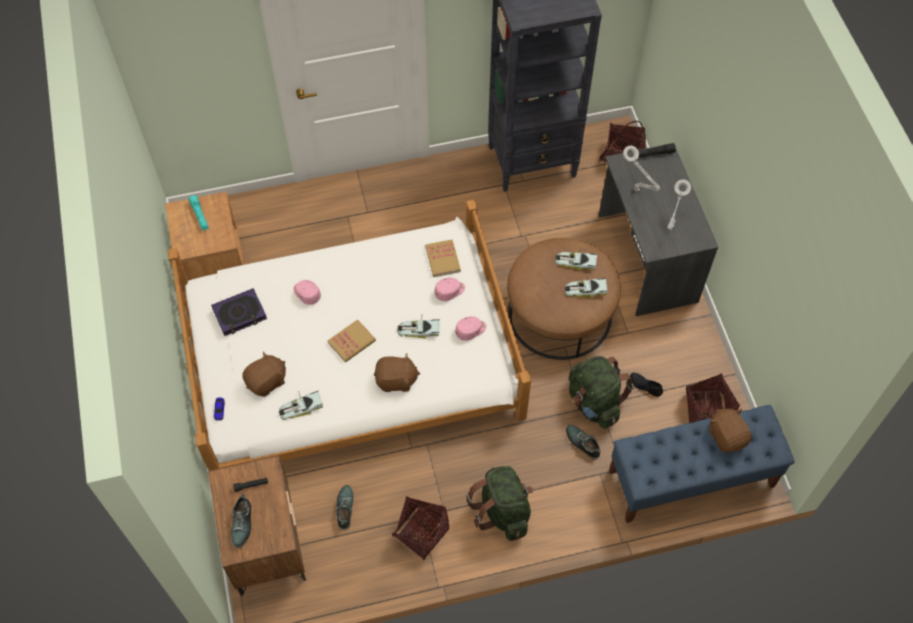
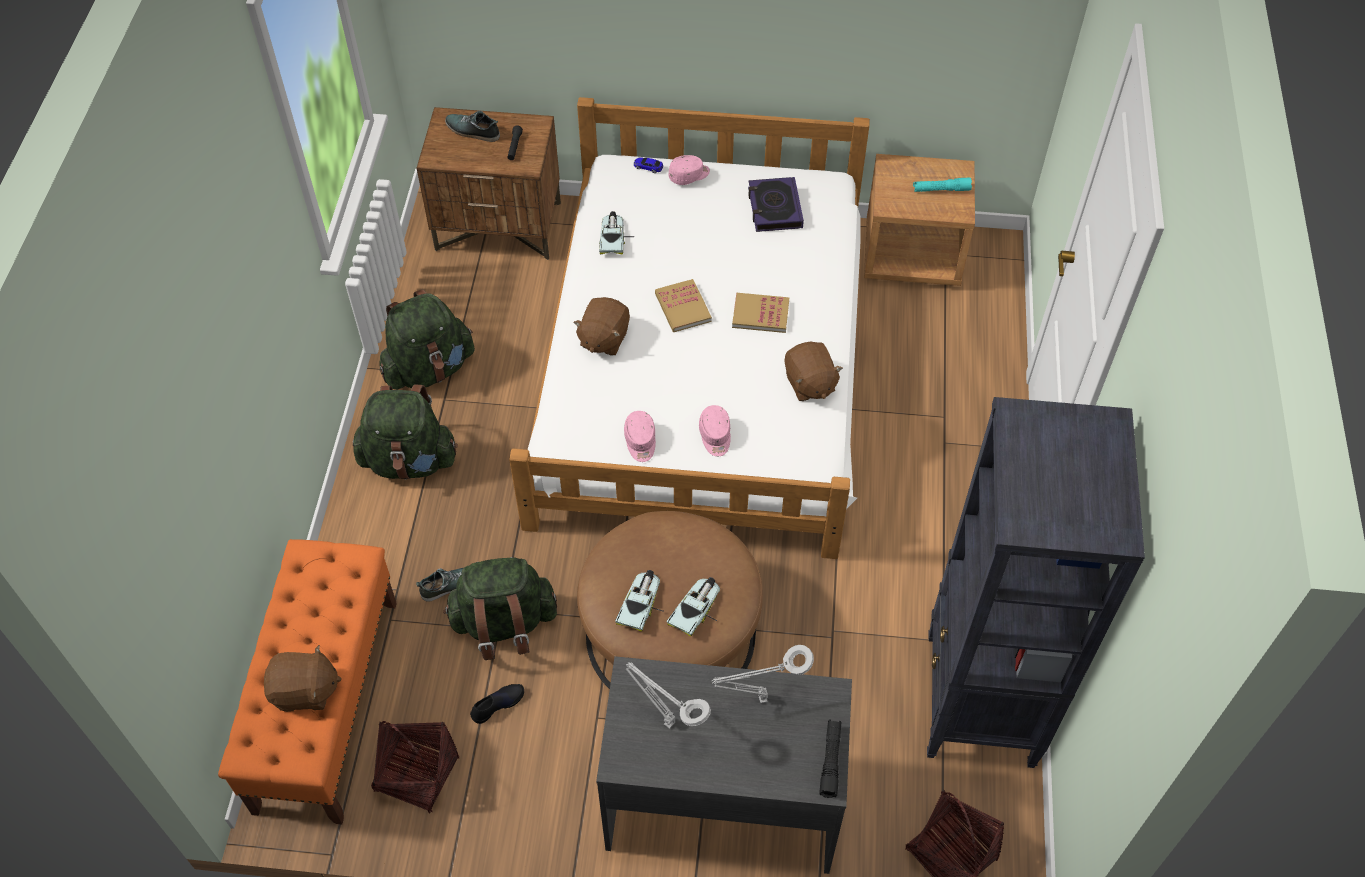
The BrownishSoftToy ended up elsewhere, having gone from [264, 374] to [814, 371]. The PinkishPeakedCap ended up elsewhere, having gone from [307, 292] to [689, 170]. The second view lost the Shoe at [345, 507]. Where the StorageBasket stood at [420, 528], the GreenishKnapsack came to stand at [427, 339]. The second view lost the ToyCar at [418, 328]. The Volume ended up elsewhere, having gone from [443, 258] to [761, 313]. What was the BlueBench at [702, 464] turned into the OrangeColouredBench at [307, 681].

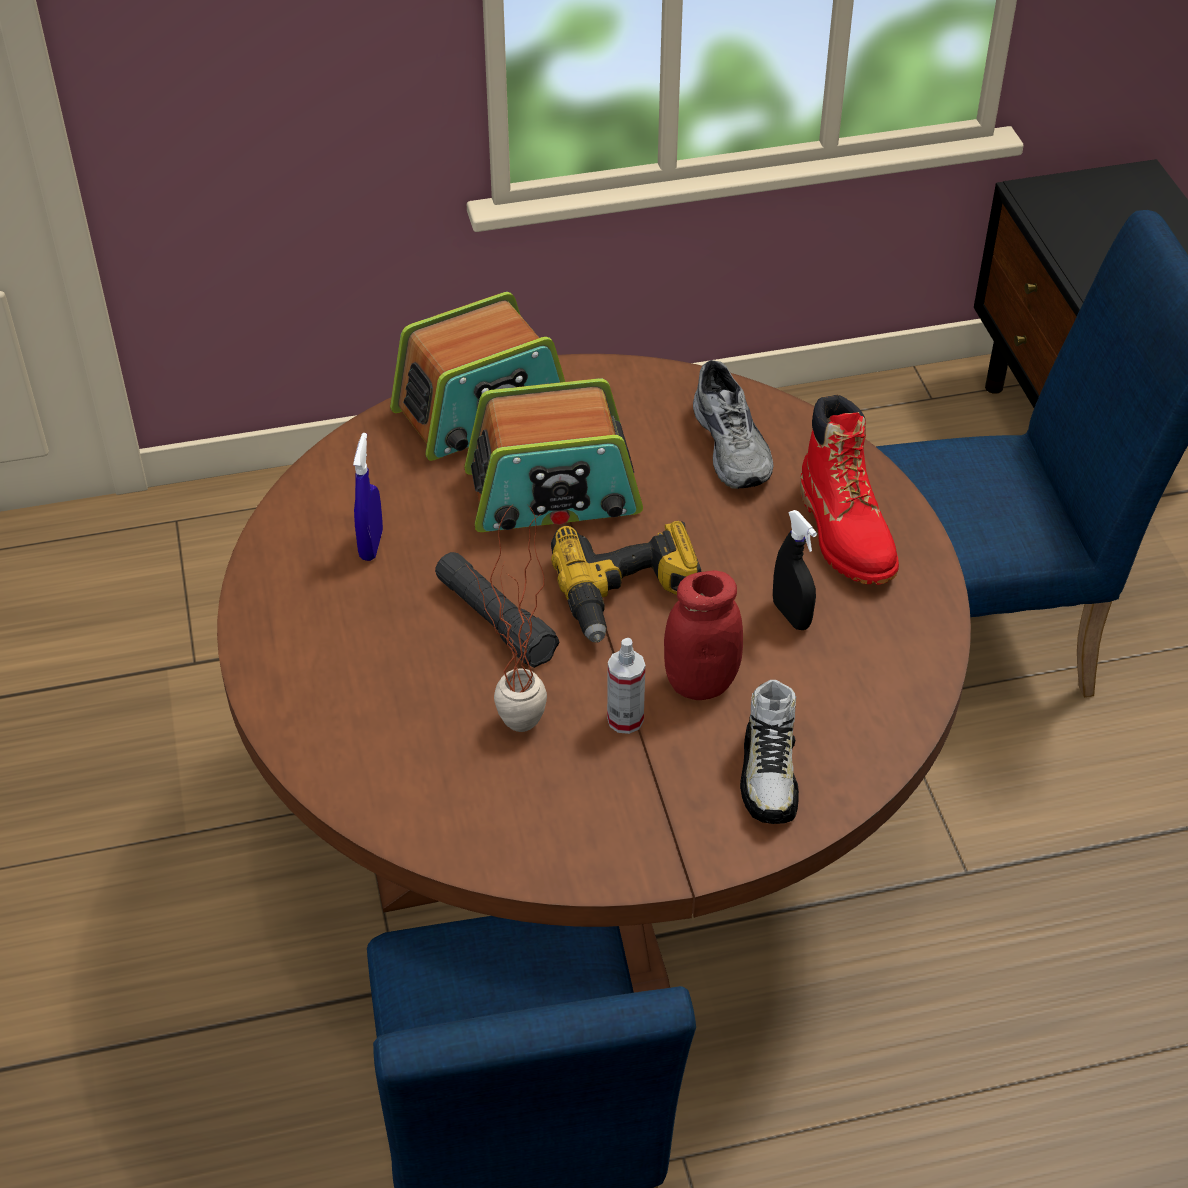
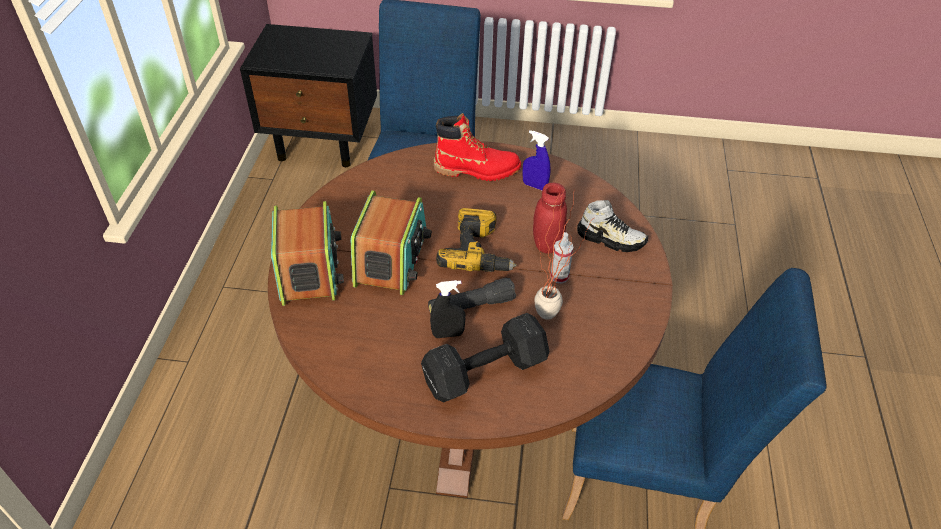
The BlueSprayer ended up elsewhere, having gone from [368, 497] to [537, 160]. The second view lost the GreyShoe at [733, 424]. The BlackishSprayer ended up elsewhere, having gone from [795, 570] to [448, 309]. The second view gained the BlackishHandWeight at [485, 357].

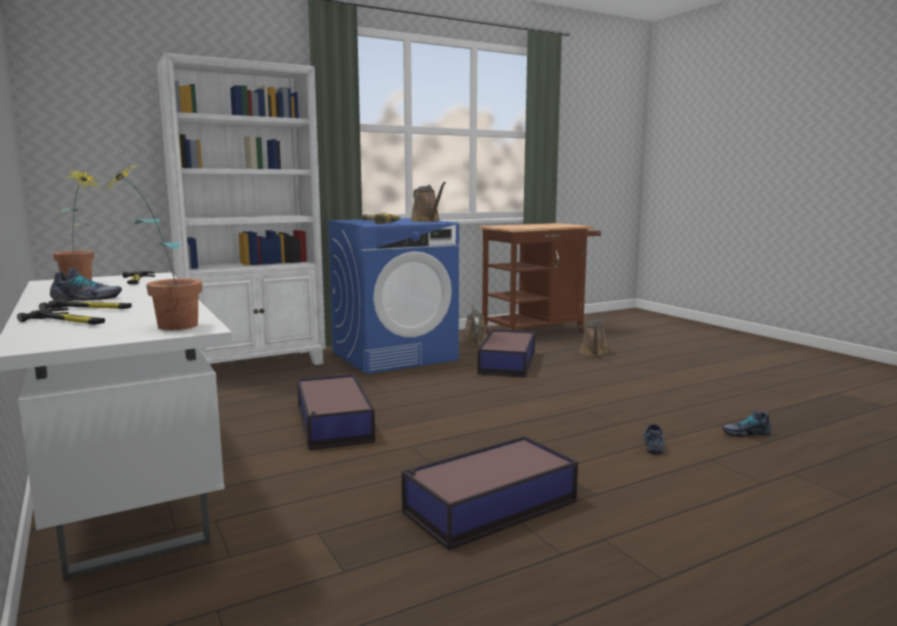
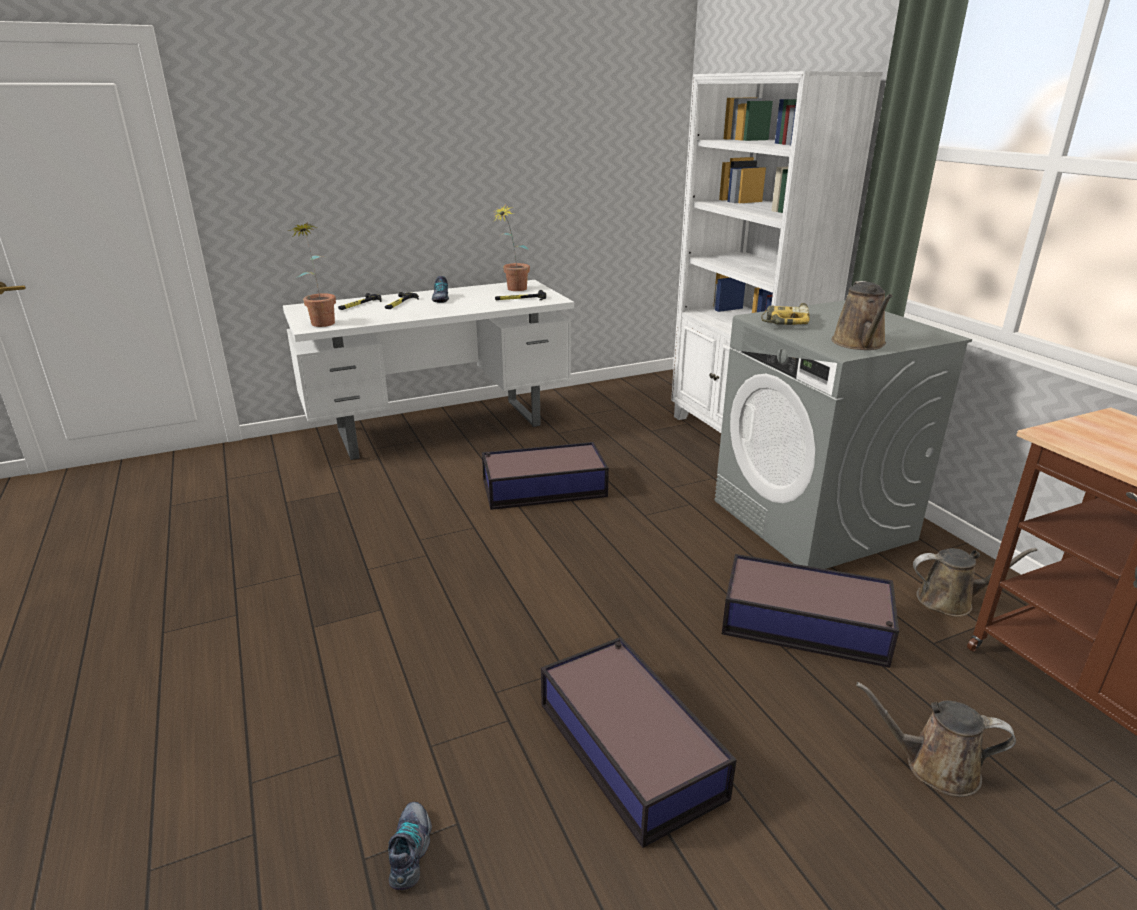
What was the BlueLaundryMachine at [393, 296] turned into the GreyLaundryMachine at [843, 434]. The StorageBox ended up elsewhere, having gone from [489, 493] to [639, 742]. The BrownishWateringPot at [428, 202] ended up facing another way, 60 degrees counterclockwise from before. The second view lost the Shoe at [654, 439].

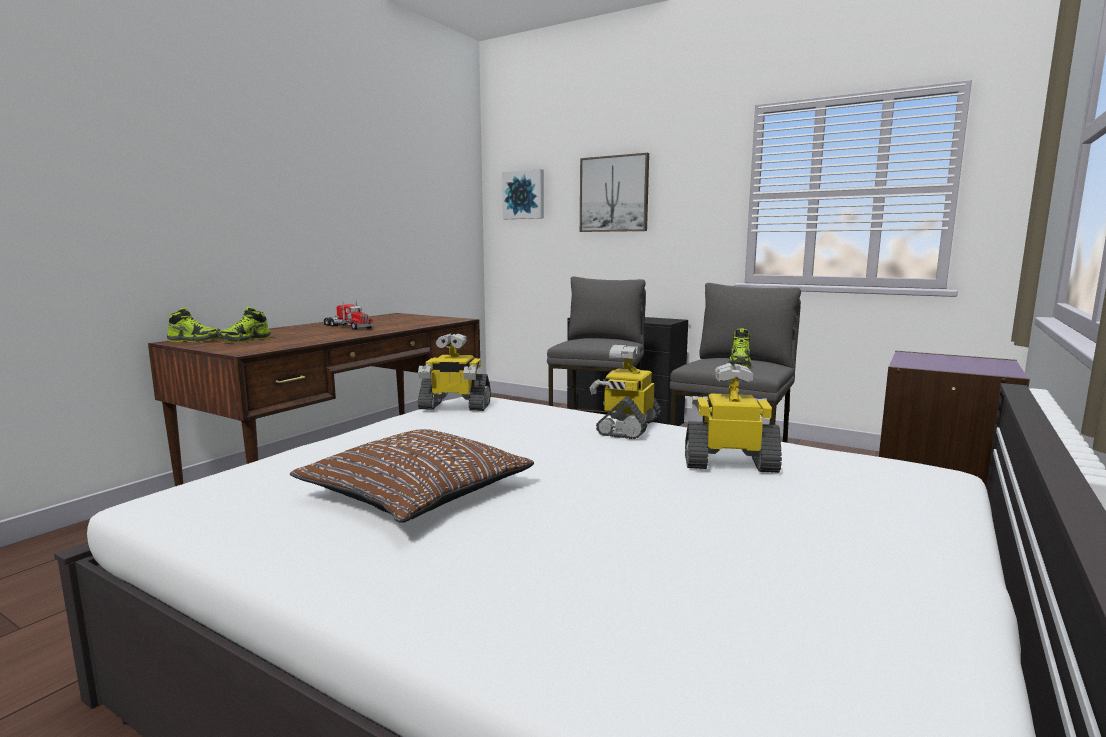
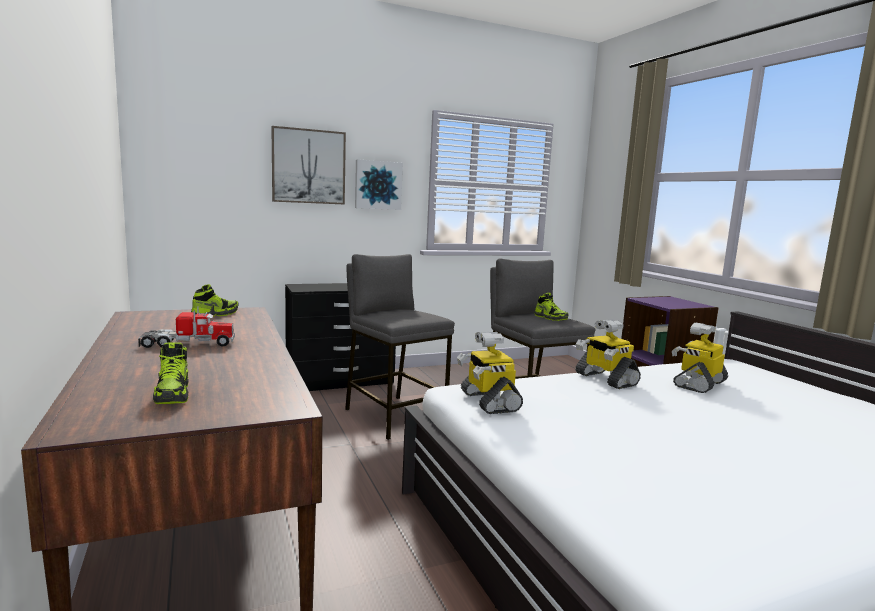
The Shoe ended up elsewhere, having gone from [193, 325] to [215, 300]. The second view lost the BrownishThrowPillow at [411, 476]. The RobotFigure at [454, 372] ended up facing another way, 120 degrees clockwise from before. The WallPicture ended up elsewhere, having gone from [523, 194] to [379, 184].

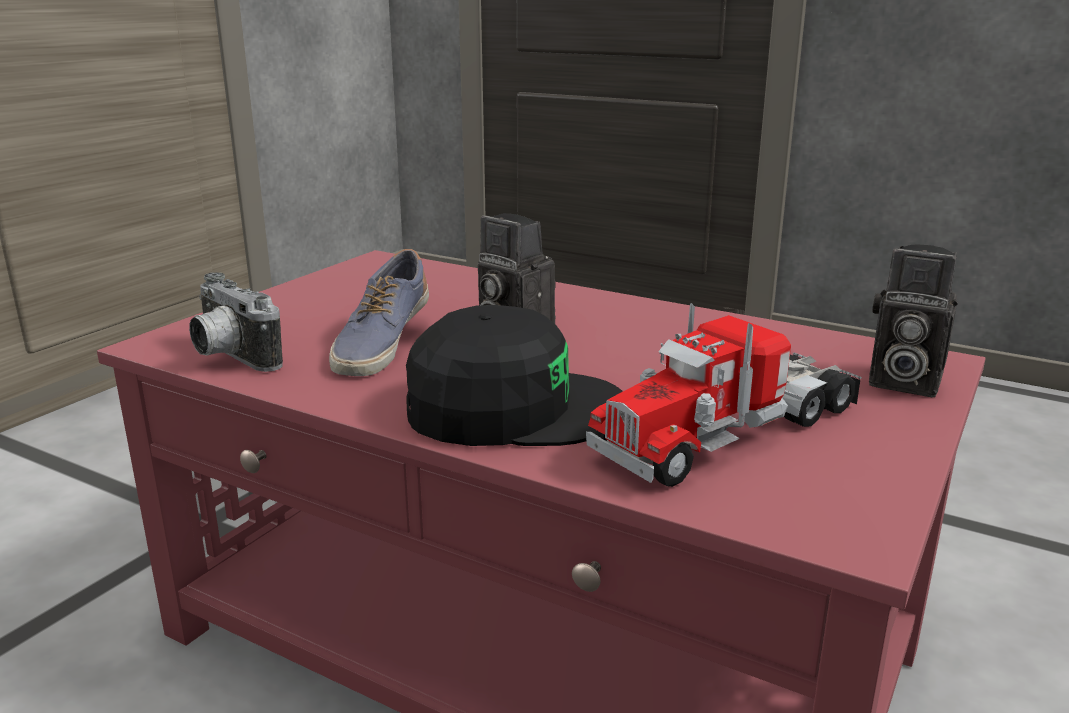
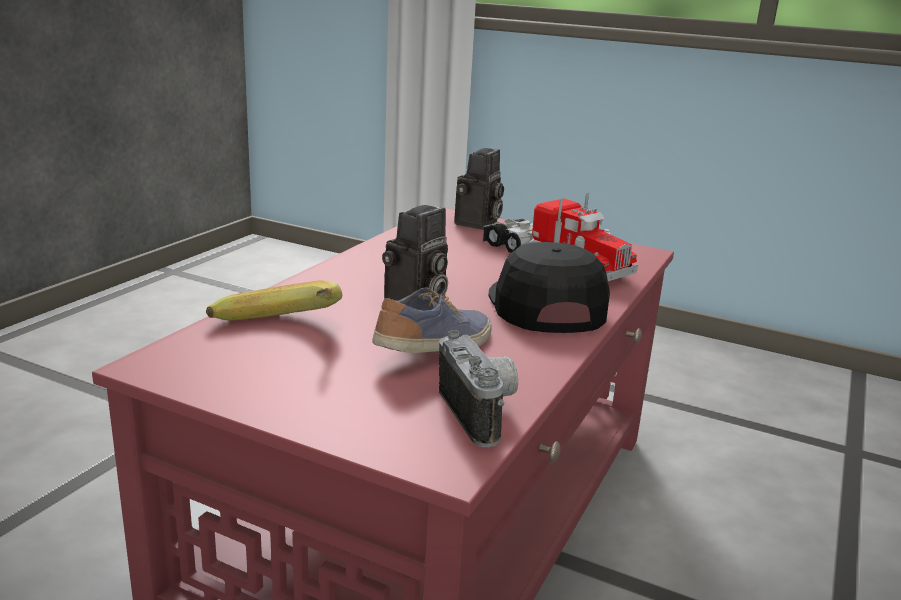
The PhotoCamera at [236, 322] ended up facing another way, 60 degrees counterclockwise from before. The Shoe at [379, 312] ended up facing another way, 60 degrees counterclockwise from before. The second view gained the Banana at [274, 300].

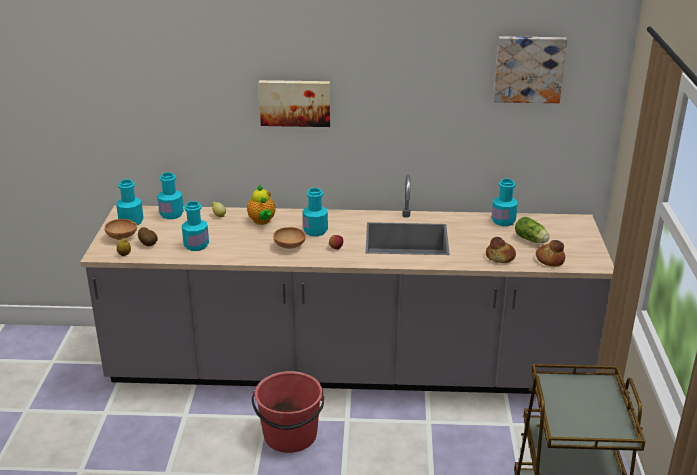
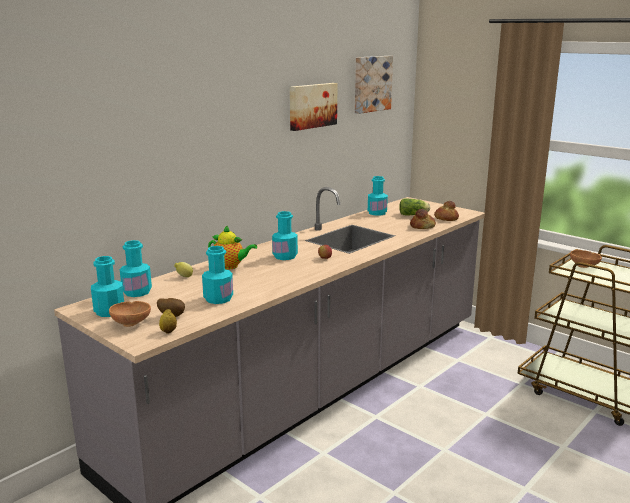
The second view lost the ReddishWaterBucket at [288, 412]. The WallPicture ended up elsewhere, having gone from [294, 103] to [314, 107]. The BrownishBowl ended up elsewhere, having gone from [289, 238] to [586, 259].

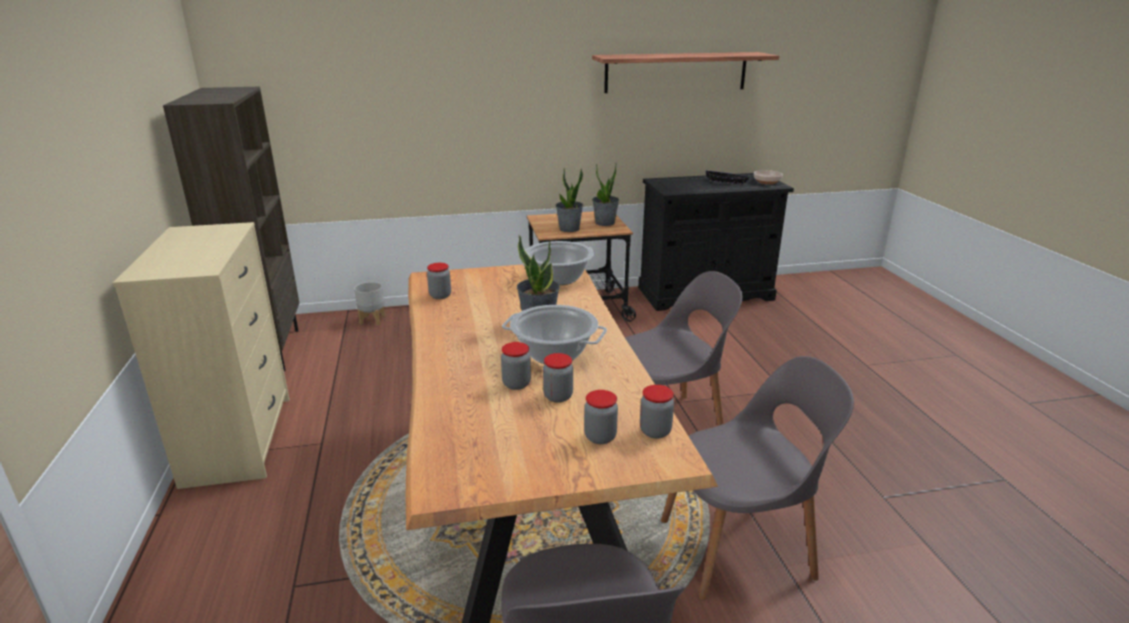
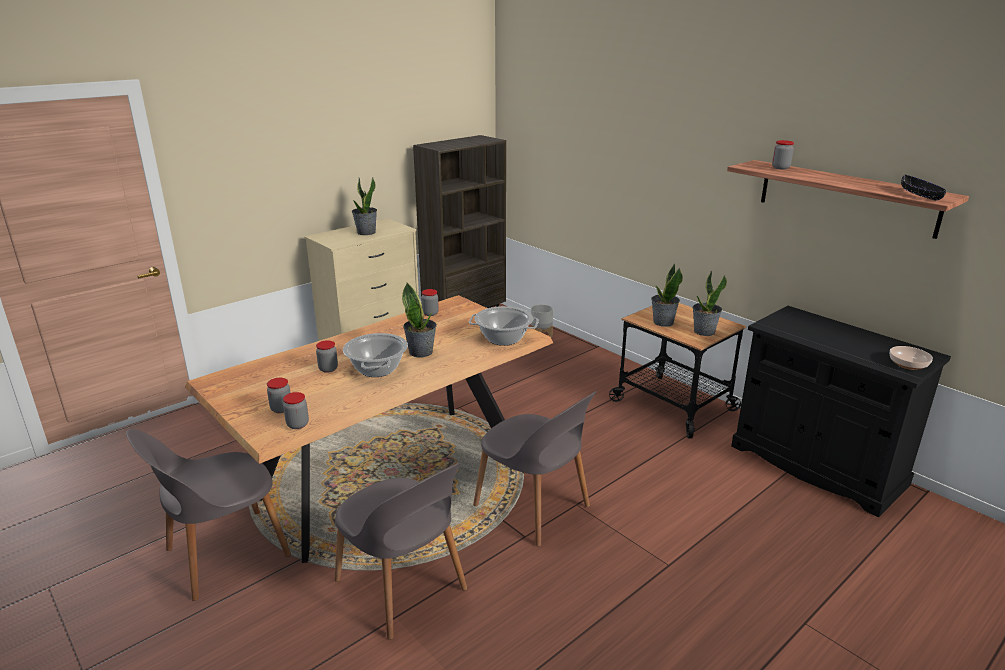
The PreserveJar ended up elsewhere, having gone from [558, 378] to [783, 155]. The BlackishBowl ended up elsewhere, having gone from [727, 177] to [923, 187]. The second view gained the PottedPlant at [364, 206].

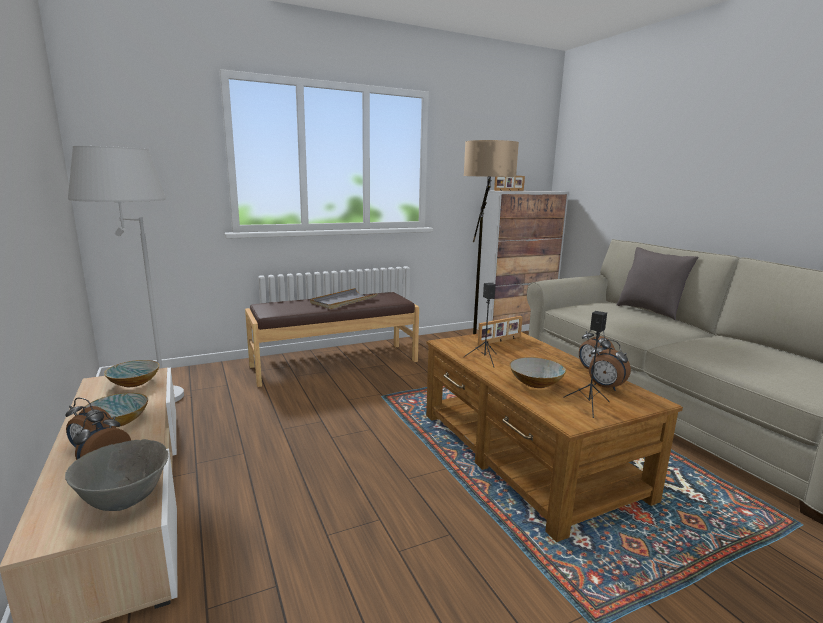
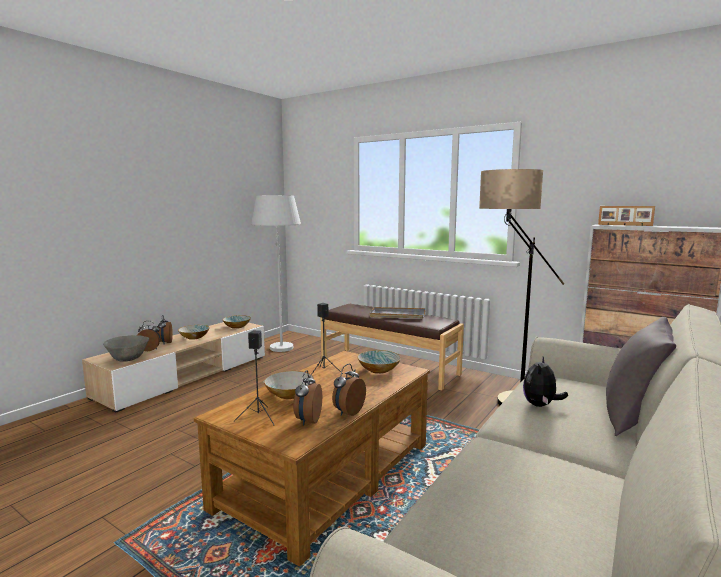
Where the PhotoFrame stood at [500, 331], the Bowl came to stand at [379, 362]. The second view gained the SoftToy at [545, 382].

